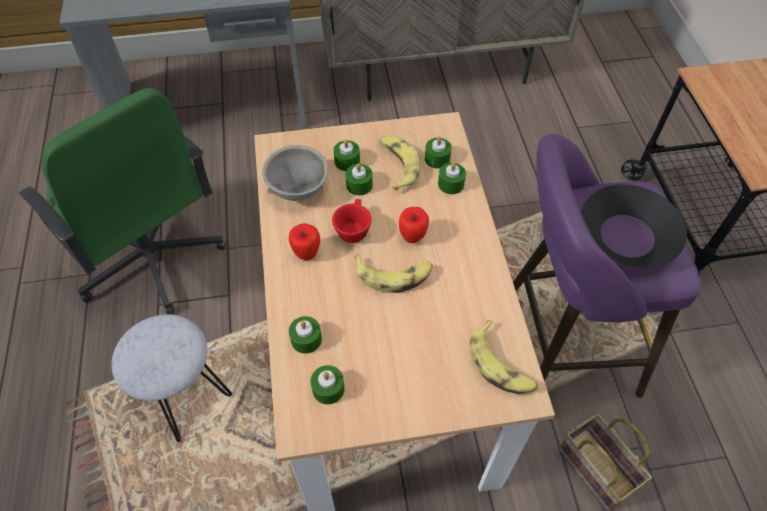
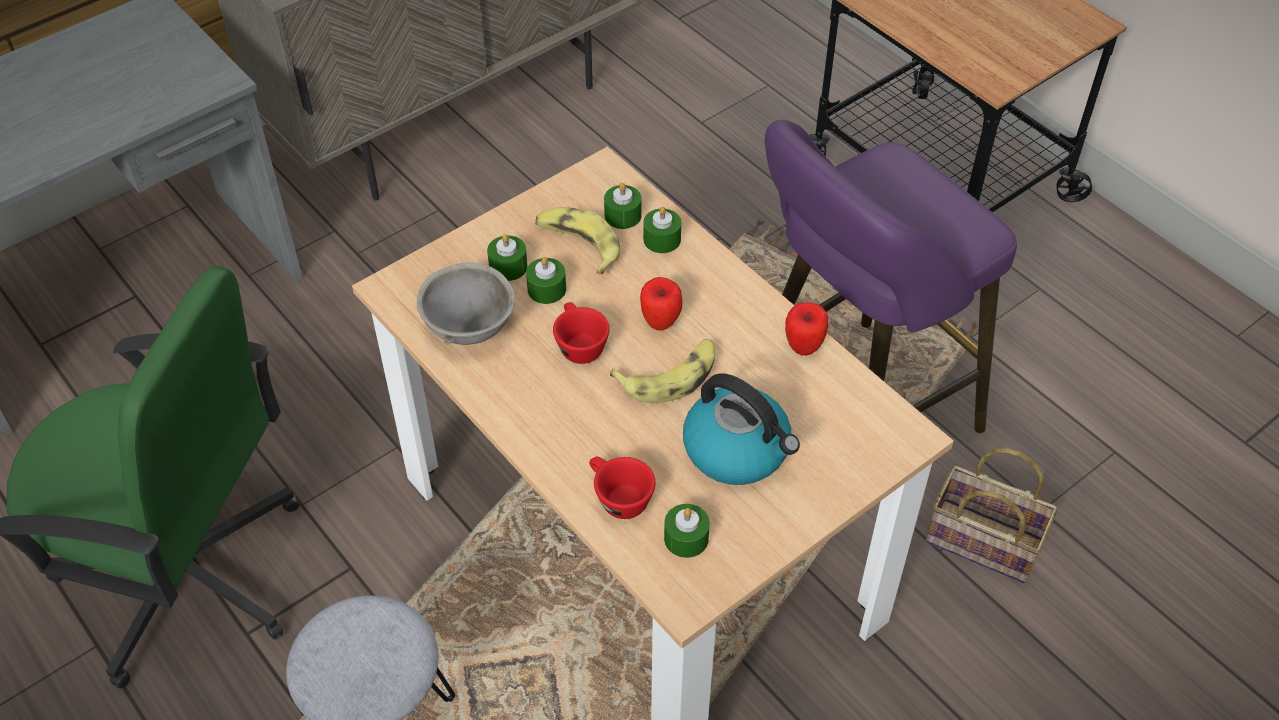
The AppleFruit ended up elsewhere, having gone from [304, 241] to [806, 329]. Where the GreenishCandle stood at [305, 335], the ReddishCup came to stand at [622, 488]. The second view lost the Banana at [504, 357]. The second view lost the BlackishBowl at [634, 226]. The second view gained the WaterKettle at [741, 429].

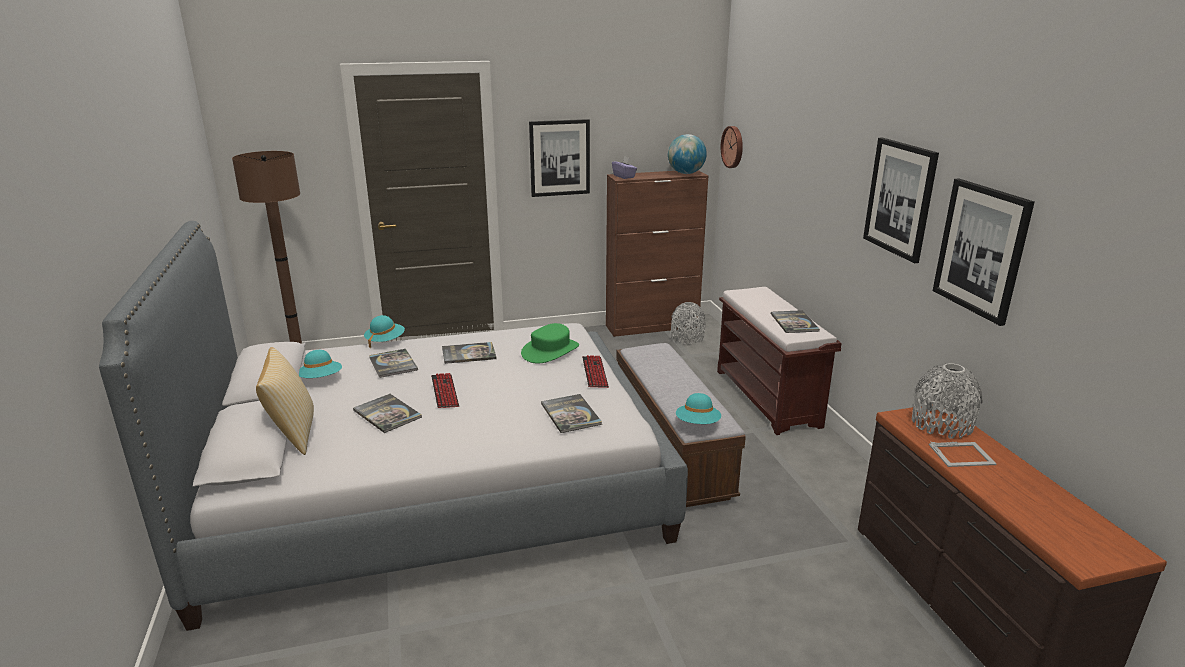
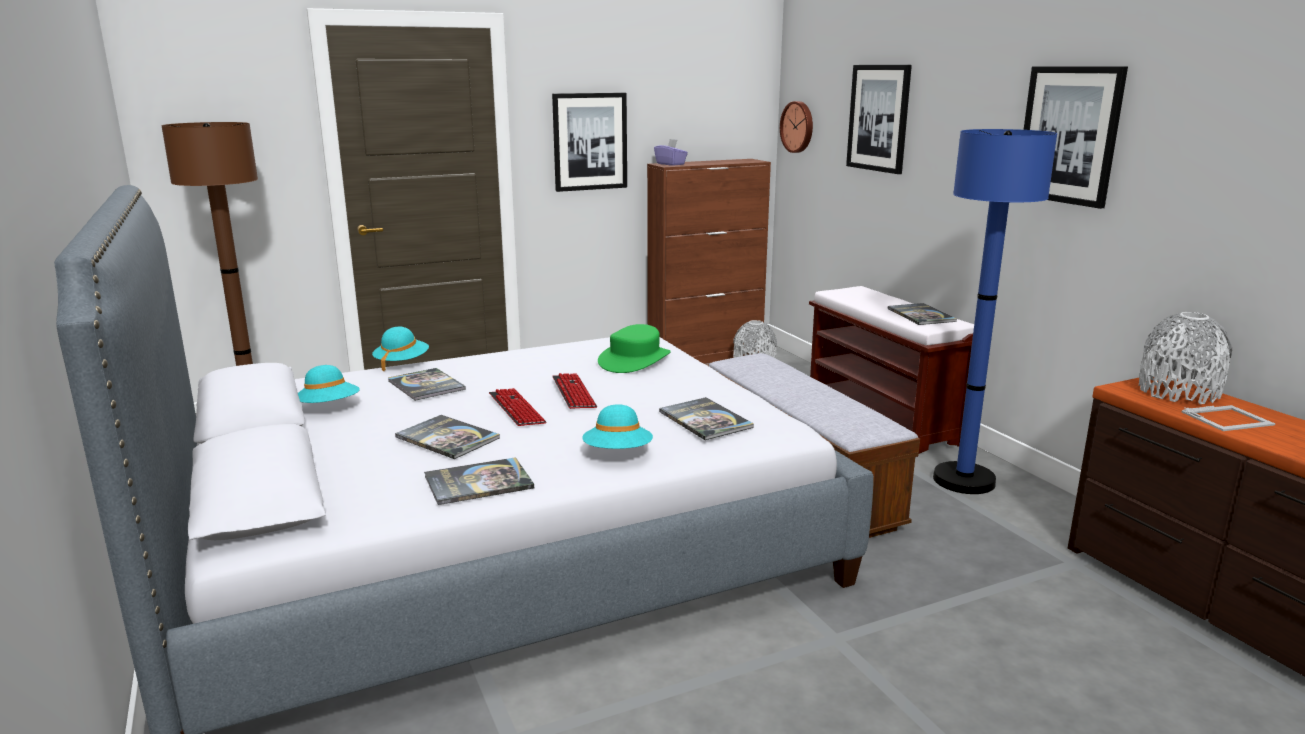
The second view lost the ThrowPillow at [285, 401]. The Volume ended up elsewhere, having gone from [469, 353] to [479, 481]. The PcKeyboard ended up elsewhere, having gone from [595, 371] to [575, 391]. The second view lost the DeskGlobe at [687, 154]. The BlueGreenClothingHat ended up elsewhere, having gone from [698, 408] to [617, 426]. The WallPicture ended up elsewhere, having gone from [984, 252] to [879, 119]. The second view gained the BlueStandardLamp at [995, 311].

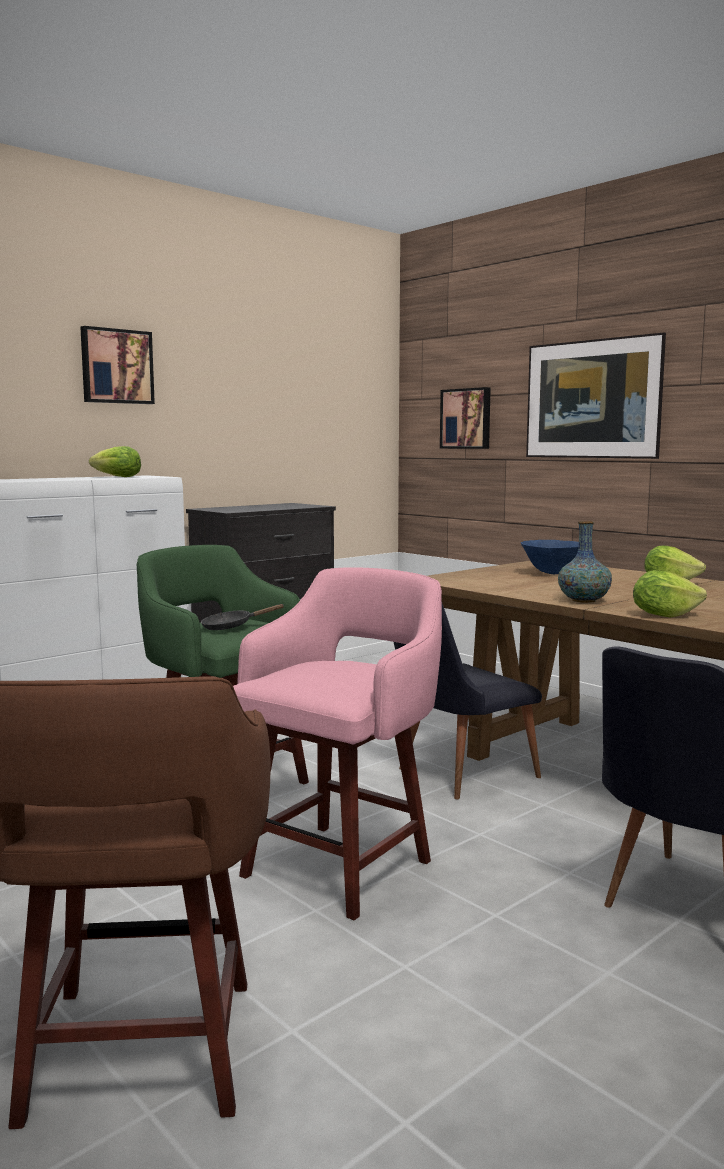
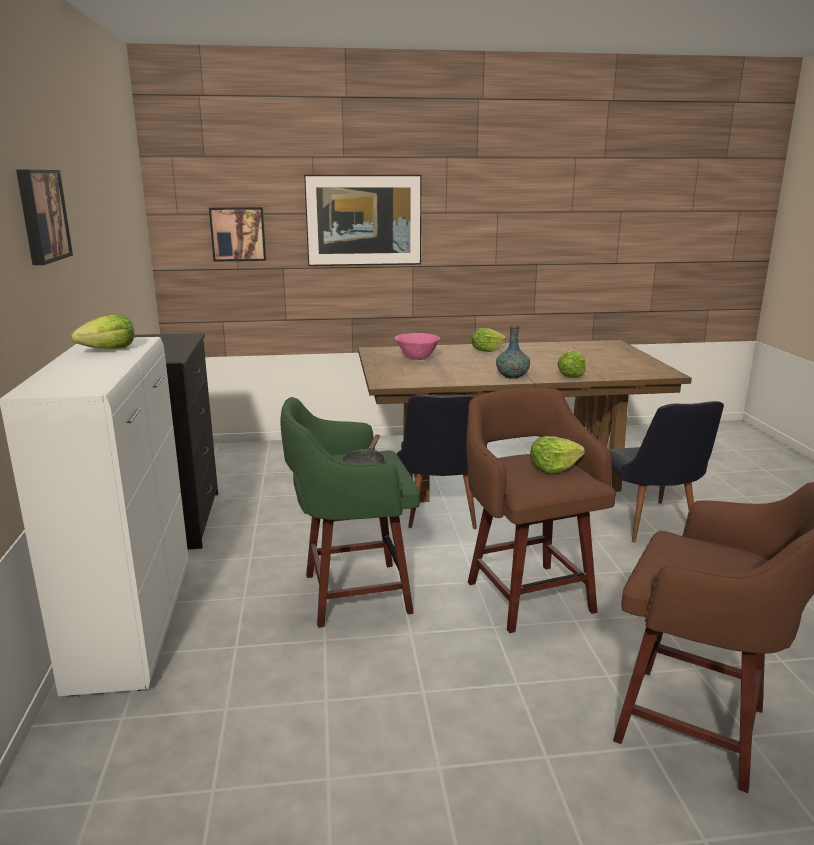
What was the PinkishStoolSeat at [337, 743] turned into the BrownishStoolSeat at [541, 510]. What was the BlueBowl at [550, 557] turned into the PinkishBowl at [417, 346]. The second view gained the Lettuce at [557, 454].

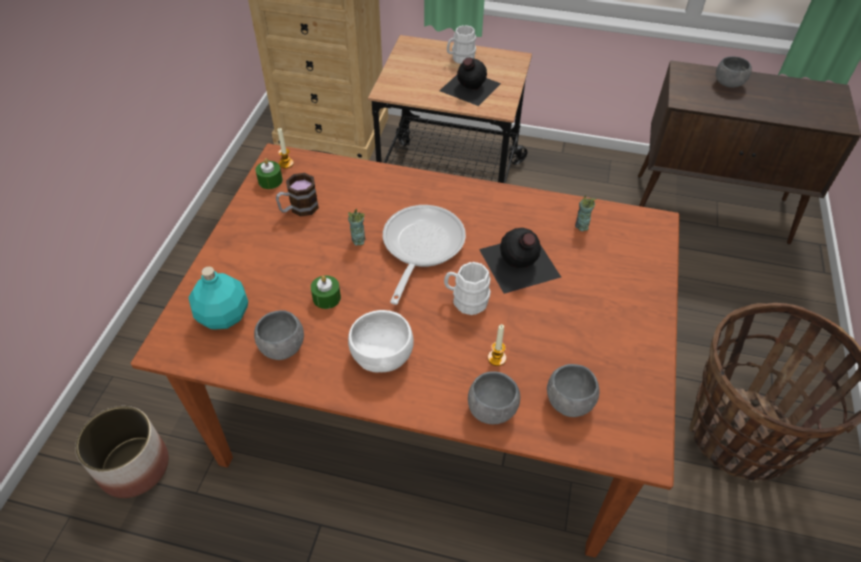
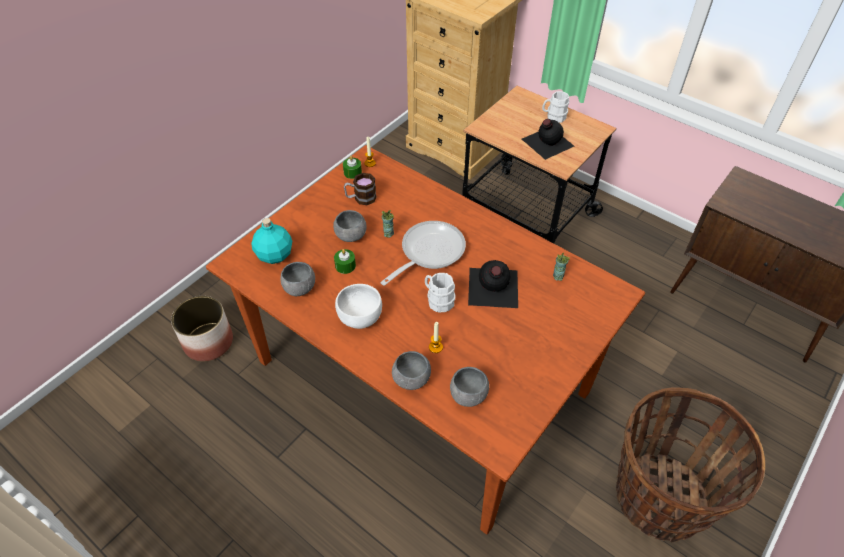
The GreyBowl ended up elsewhere, having gone from [734, 72] to [350, 226].

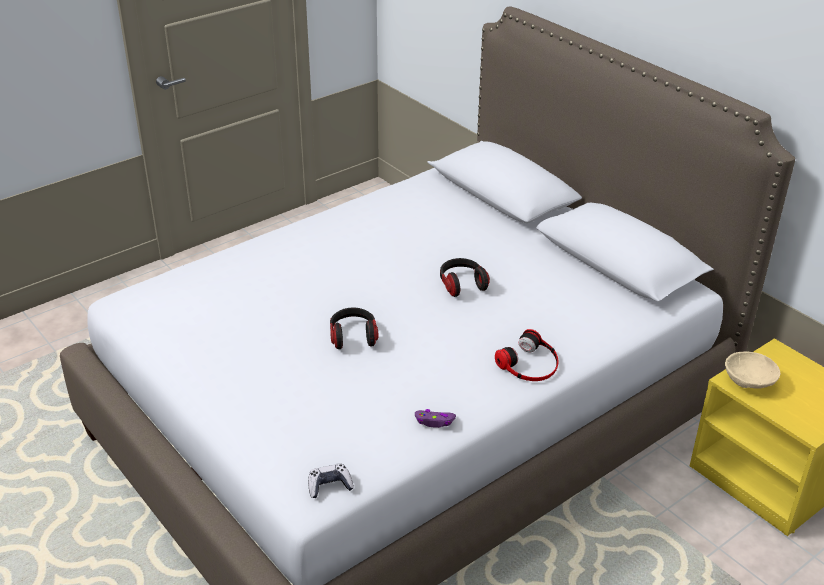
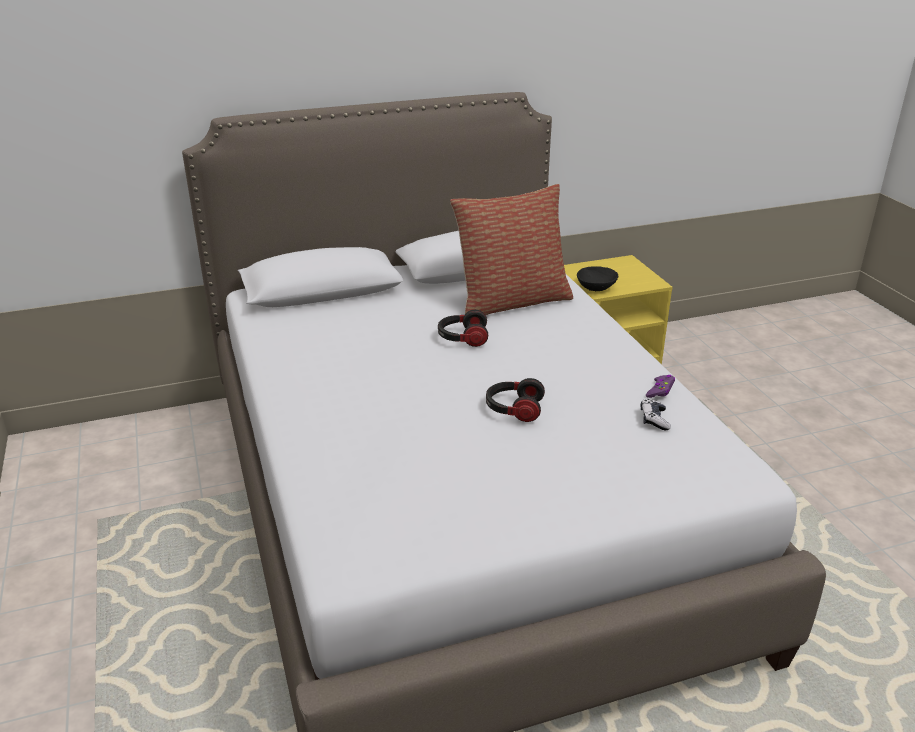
The Gamepad ended up elsewhere, having gone from [331, 480] to [655, 414]. The second view lost the PairOfHeadphones at [527, 355]. What was the BeigeBowl at [752, 370] turned into the BlackishBowl at [597, 278]. The second view gained the ThrowPillow at [511, 249].

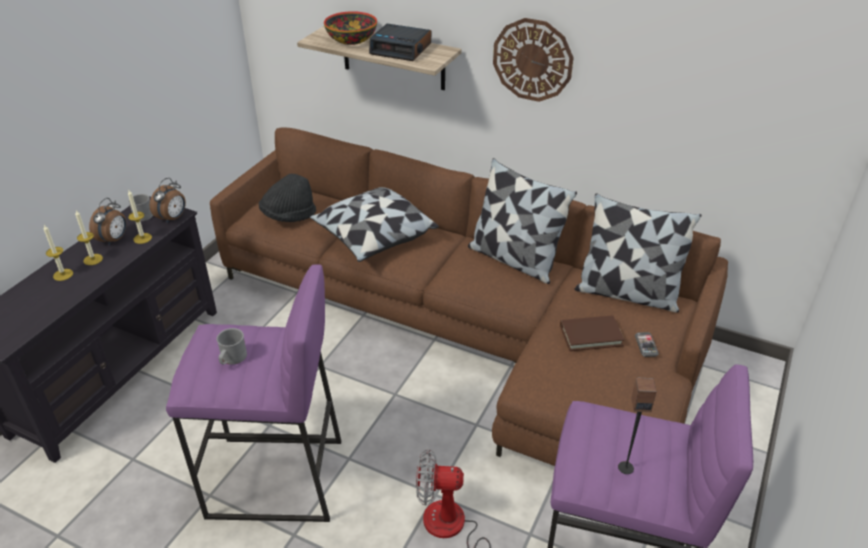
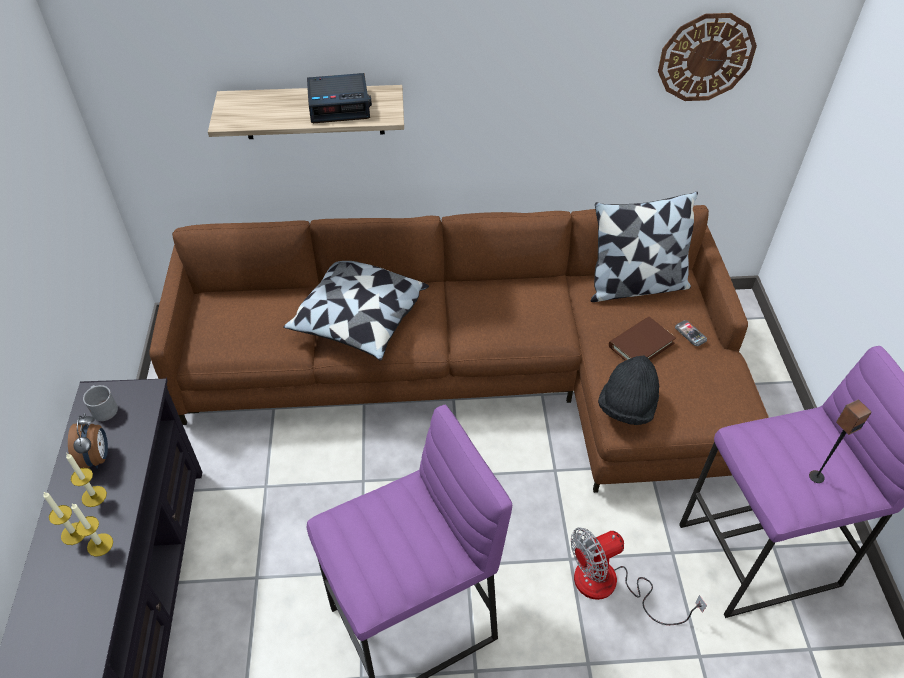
The Candle ended up elsewhere, having gone from [140, 217] to [92, 529]. The second view lost the TableClock at [168, 200]. The second view lost the GreyTeaMug at [232, 346]. The BlackishClothingHat ended up elsewhere, having gone from [287, 198] to [628, 390]. The second view lost the Bowl at [350, 28]. The second view lost the ThrowPillow at [522, 221]. The WallClock ended up elsewhere, having gone from [533, 60] to [707, 57].

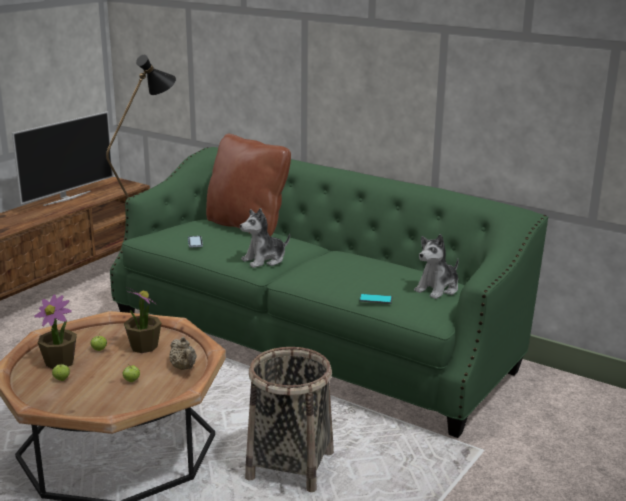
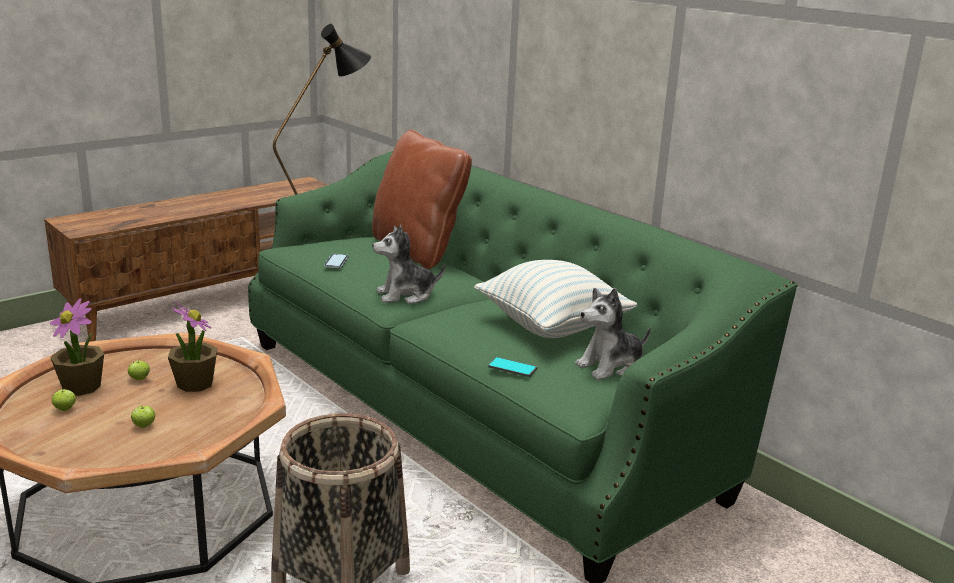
The second view lost the TvSet at [62, 158]. The second view lost the BeigePotForTea at [183, 353]. The second view gained the ThrowPillow at [555, 299].

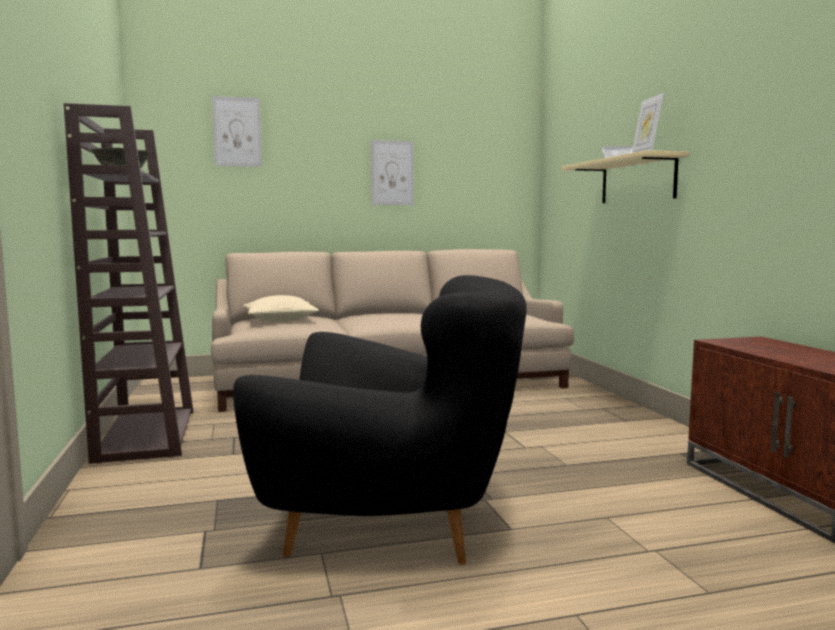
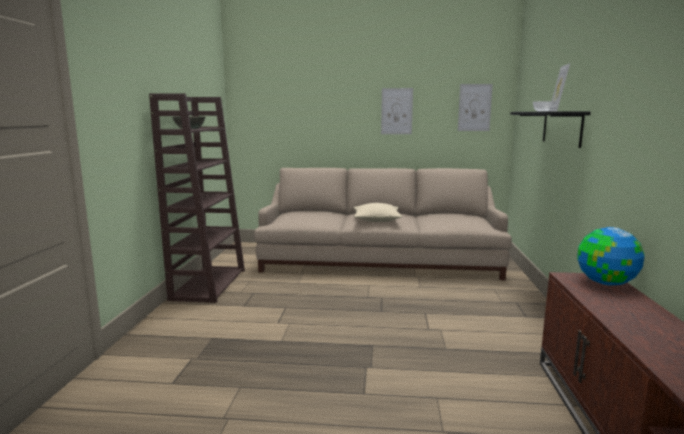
The WallPicture ended up elsewhere, having gone from [237, 131] to [475, 107]. The second view lost the BlackishEasyChair at [380, 420]. The BeigeThrowPillow ended up elsewhere, having gone from [281, 308] to [378, 212]. What was the BeigeWallShelf at [625, 176] turned into the BlackishWallShelf at [550, 129]. The second view gained the DeskGlobe at [611, 256].

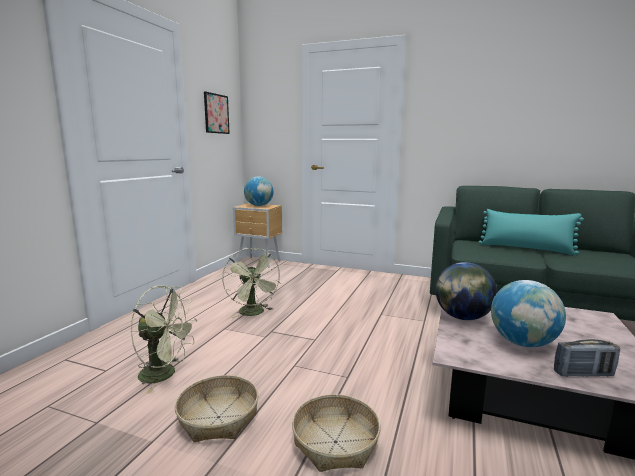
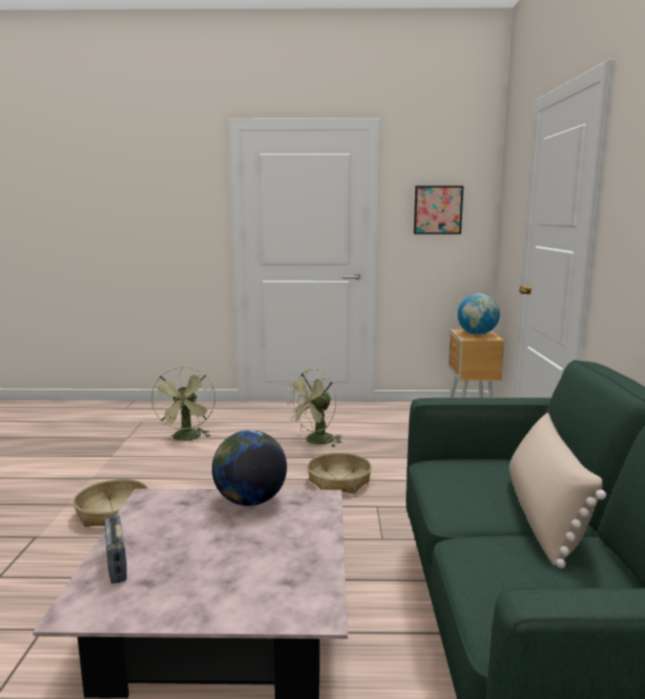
The StorageBasket ended up elsewhere, having gone from [216, 408] to [339, 473]. What was the BlueGreenThrowPillow at [531, 232] turned into the BeigeThrowPillow at [557, 490]. The second view lost the DeskGlobe at [528, 313].

